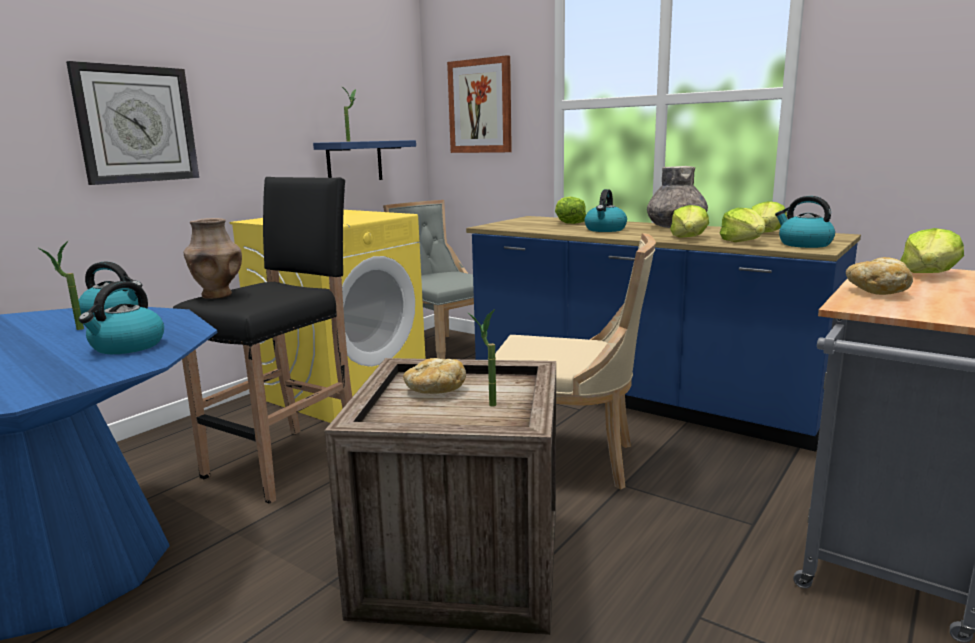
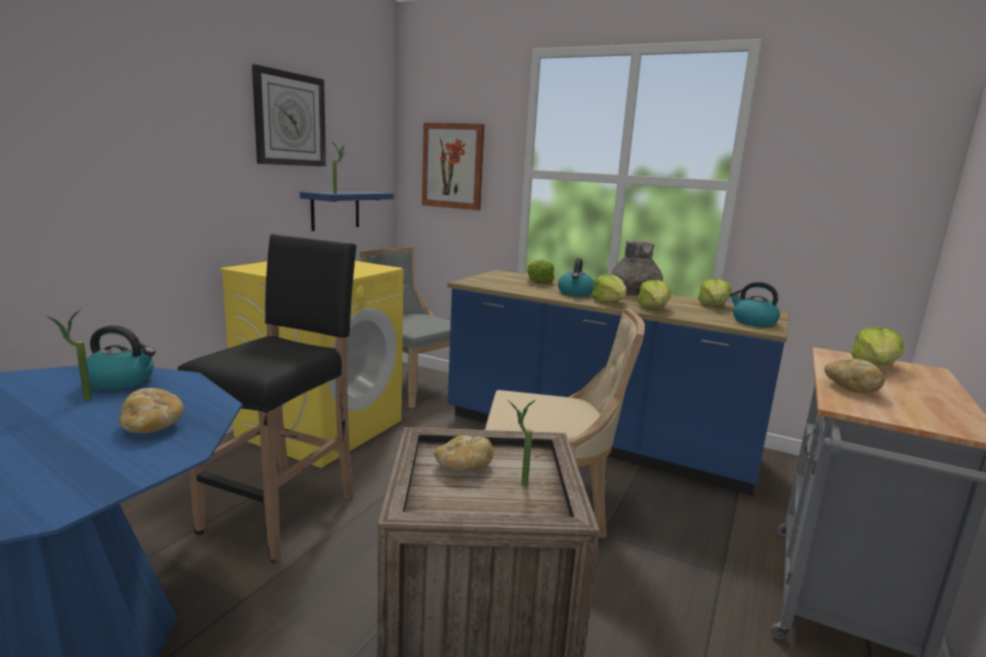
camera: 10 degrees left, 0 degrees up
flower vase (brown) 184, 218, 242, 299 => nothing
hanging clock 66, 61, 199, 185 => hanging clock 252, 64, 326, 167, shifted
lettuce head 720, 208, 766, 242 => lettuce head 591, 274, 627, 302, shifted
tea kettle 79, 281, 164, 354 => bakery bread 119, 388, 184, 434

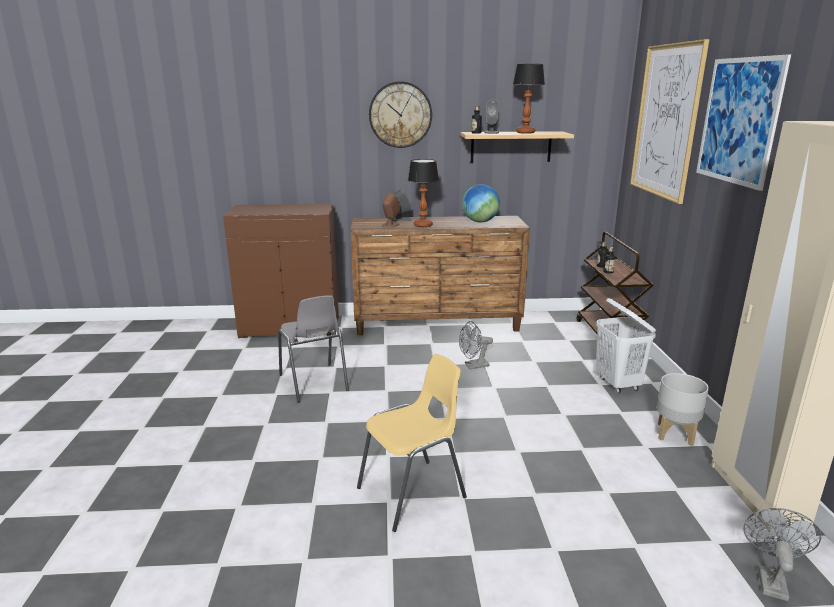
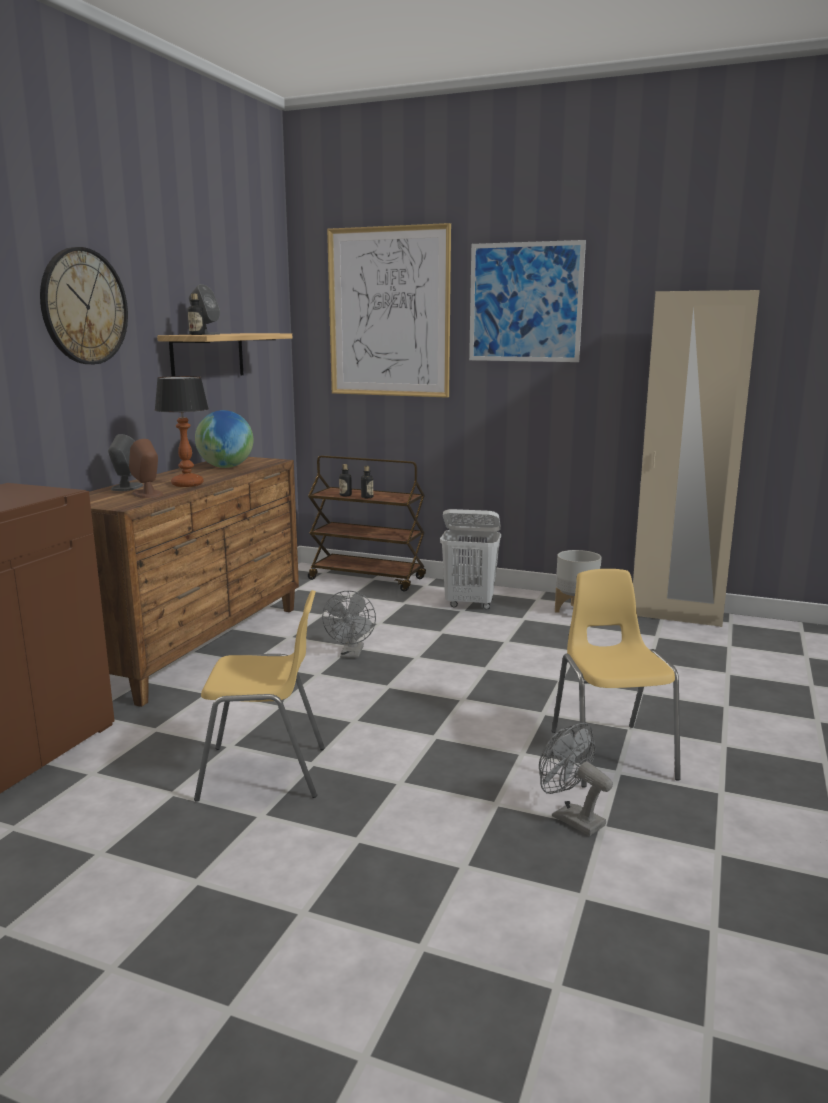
camera: 65 degrees left, 5 degrees down
tabletop lamp 513, 64, 545, 134 => nothing
fan (greyish) 743, 508, 821, 601 => fan (greyish) 539, 723, 613, 836, shifted
upright chair (greyish) 278, 295, 349, 402 => upright chair (yellowish) 194, 590, 325, 802

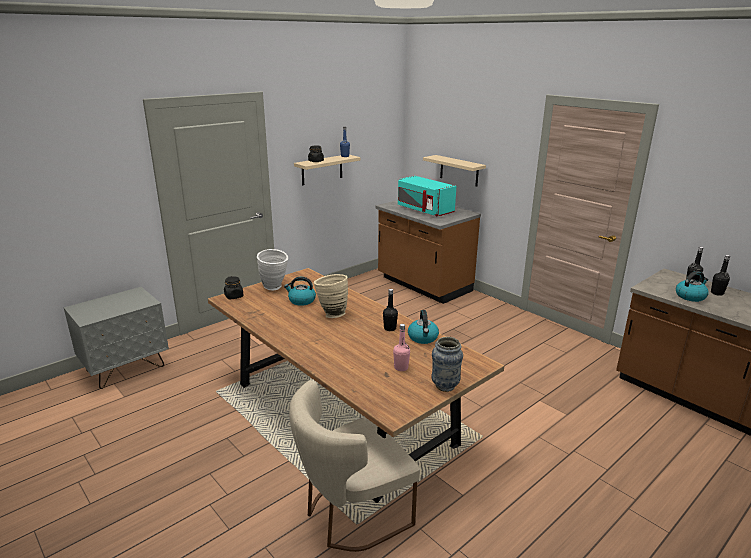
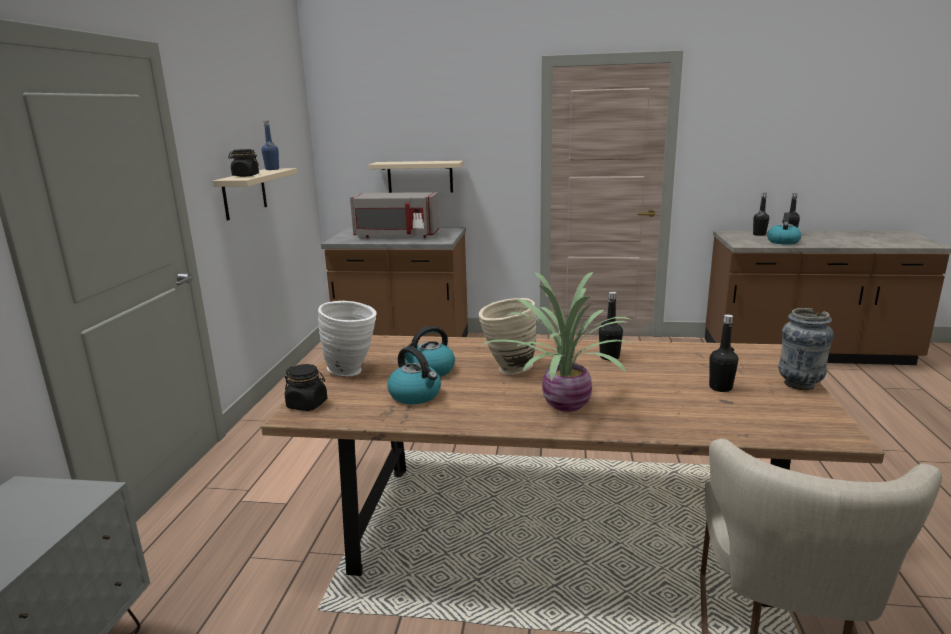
camera: 40 degrees left, 5 degrees down
nothing => plant in a pot 478, 272, 632, 412
tea kettle 408, 310, 439, 344 => tea kettle 387, 347, 441, 404, shifted
drink bottle (pinkish) 393, 324, 410, 371 => drink bottle (blackish) 709, 314, 738, 392
microwave (turquoise) 398, 176, 456, 216 => microwave (greyish) 350, 192, 439, 238

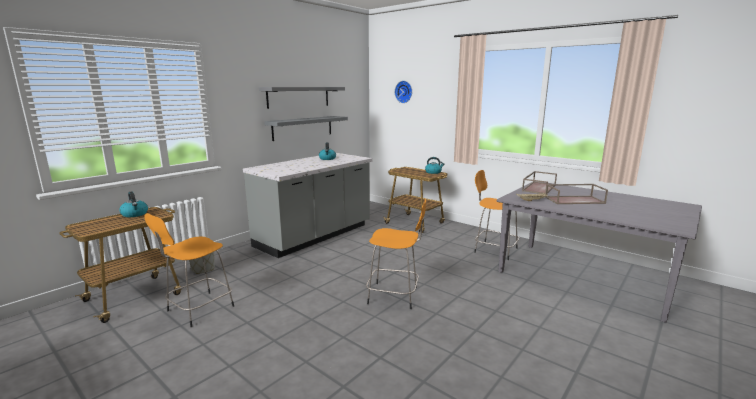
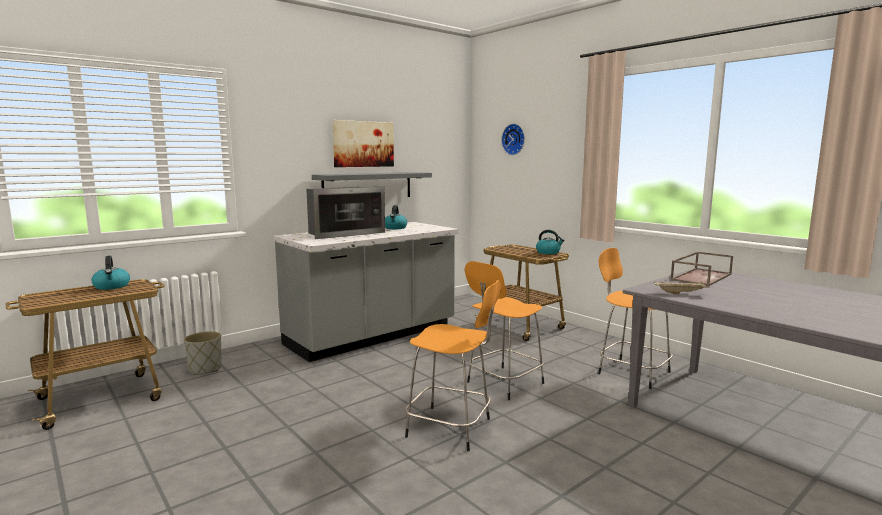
camera: 10 degrees right, 5 degrees down
carrying tray (brown) 545, 184, 608, 204 => nothing
nothing => microwave 306, 187, 385, 239
stool seat (orange) 144, 213, 234, 327 => stool seat (orange) 465, 261, 544, 400, shifted
wall shelf (greyish) 259, 87, 345, 109 => wall art 332, 120, 394, 167

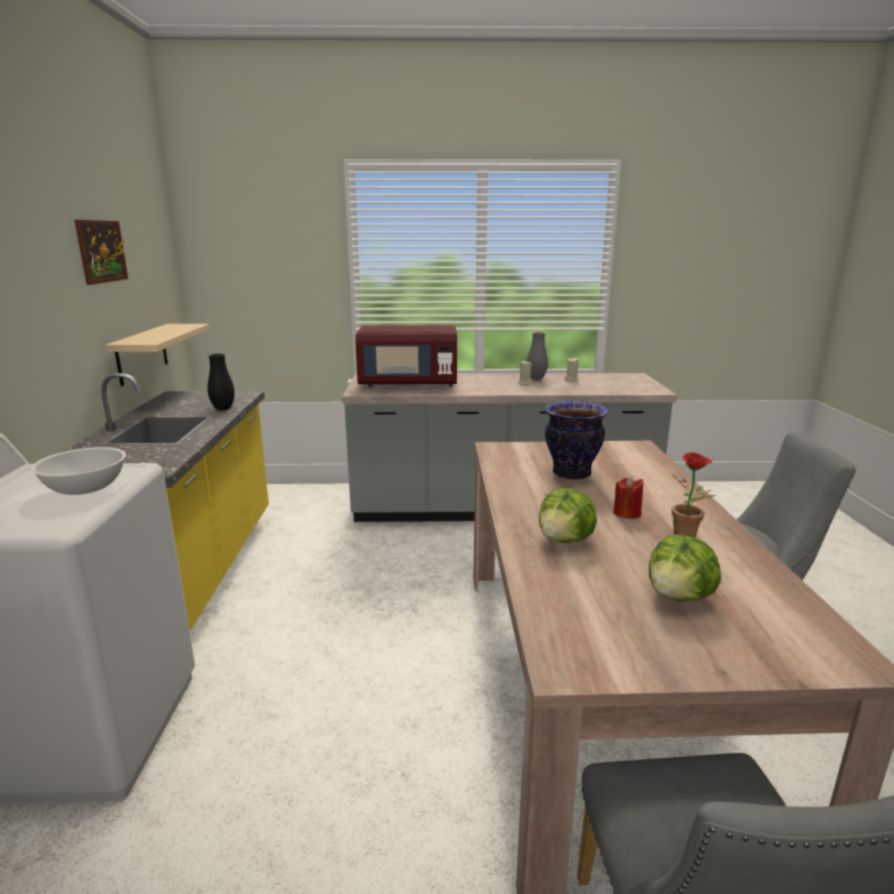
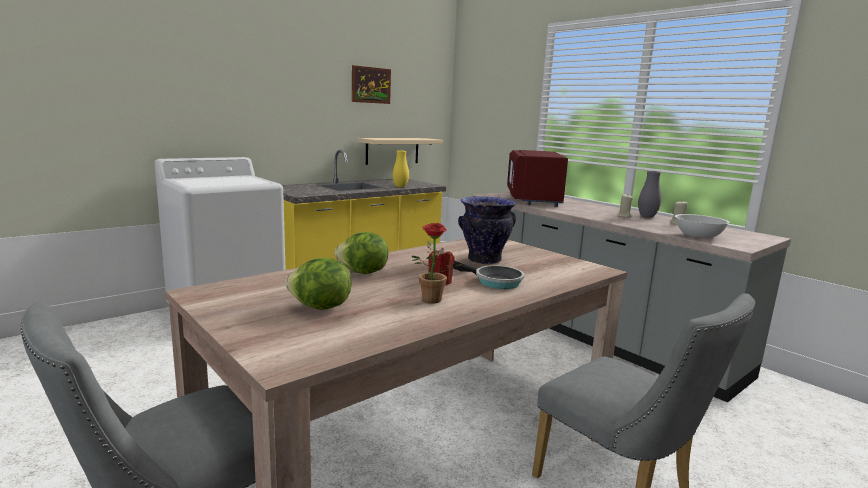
camera: 50 degrees right, 5 degrees down
nothing => pan 453, 261, 524, 289
deep dish (whitish) 31, 447, 126, 495 => deep dish (whitish) 675, 214, 730, 238, shifted
flower vase (blackish) 208, 354, 235, 410 => flower vase (yellowish) 393, 150, 409, 187
microwave (reddish) 355, 325, 457, 387 => microwave (reddish) 507, 150, 568, 207, 45 degrees clockwise

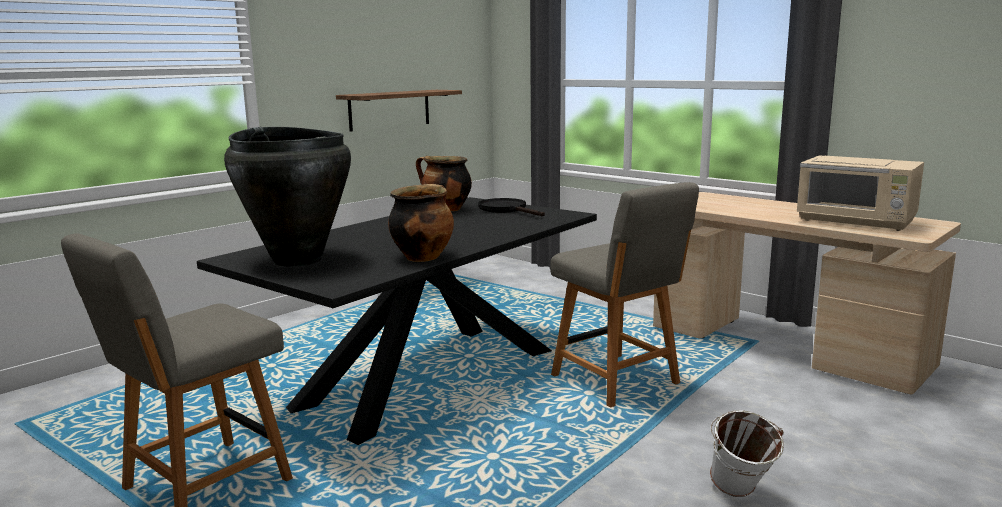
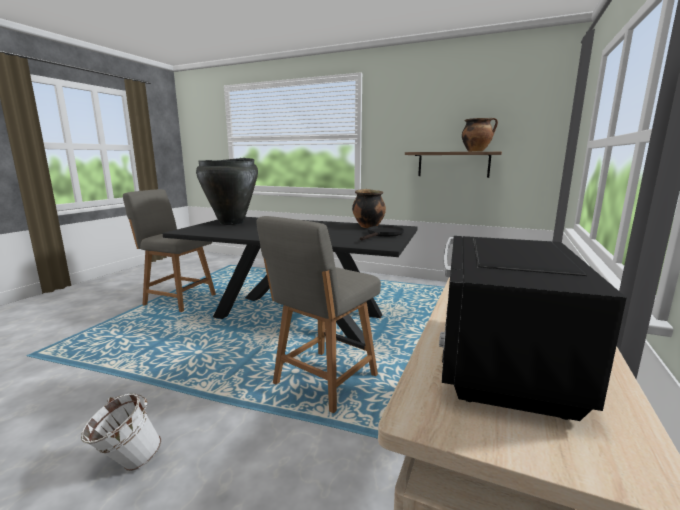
camera: 70 degrees right, 0 degrees up
saucepot 388, 184, 454, 262 => saucepot 462, 118, 498, 152, shifted
microwave (beige) 796, 156, 924, 231 => microwave (blackish) 439, 236, 627, 421

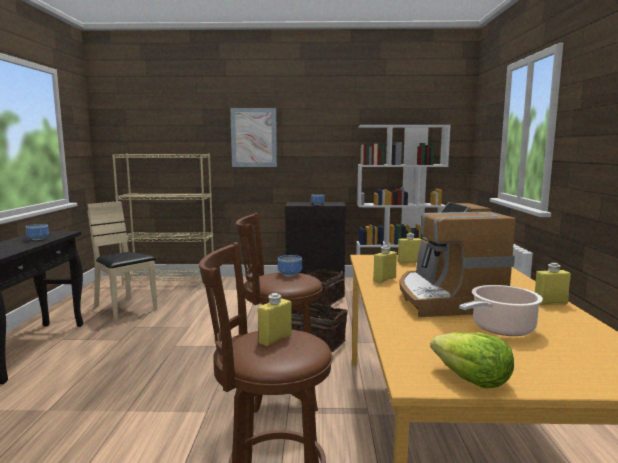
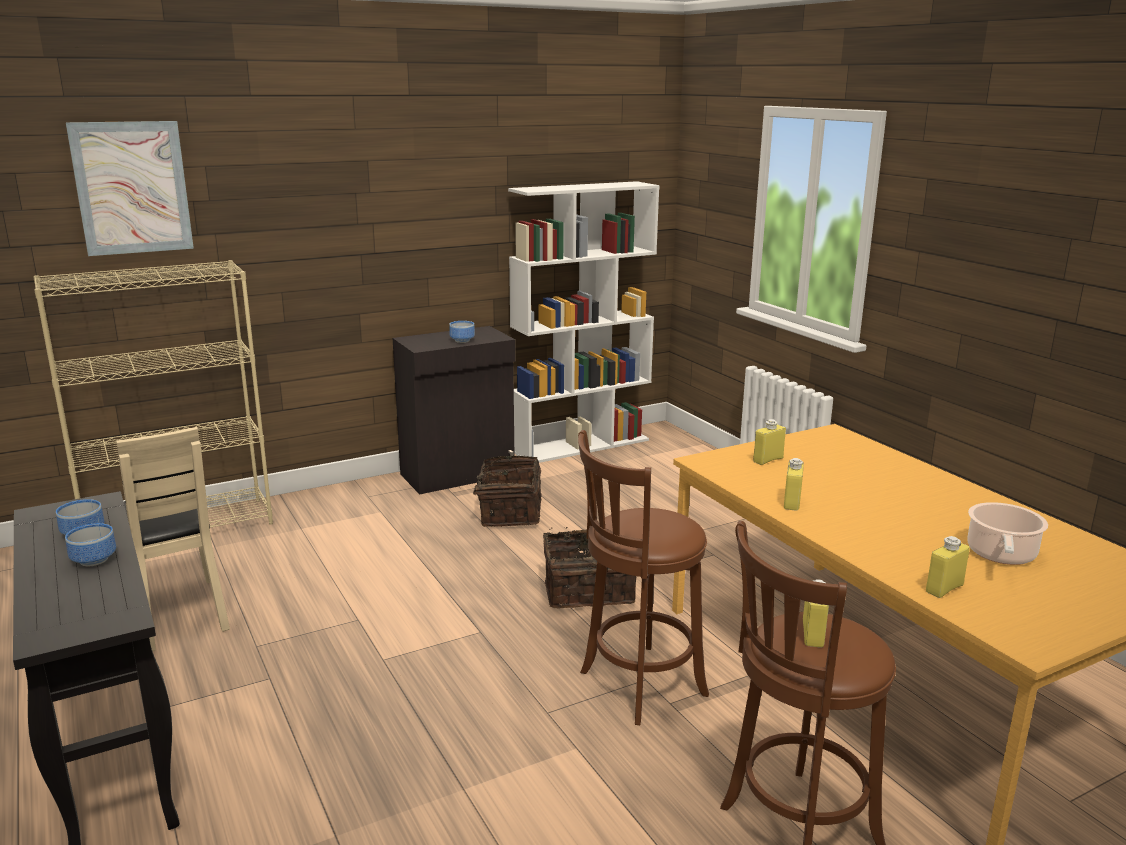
camera: 30 degrees left, 10 degrees up
coffee maker 399, 202, 516, 317 => nothing
lettuce head 430, 333, 514, 388 => nothing
wall art 230, 108, 277, 167 => wall art 66, 121, 194, 256, shifted
deep dish 278, 255, 302, 277 => deep dish 65, 523, 116, 566, shifted
drink bottle (yellowish) 535, 263, 571, 305 => drink bottle (yellowish) 926, 536, 970, 598, shifted
upright chair (beige) 87, 201, 157, 321 => upright chair (beige) 116, 427, 230, 651, 135 degrees counterclockwise

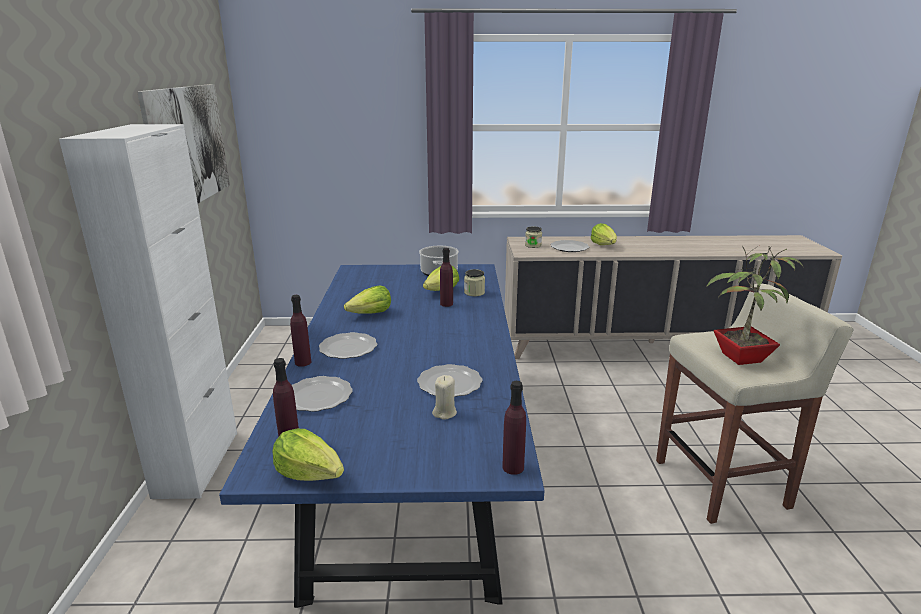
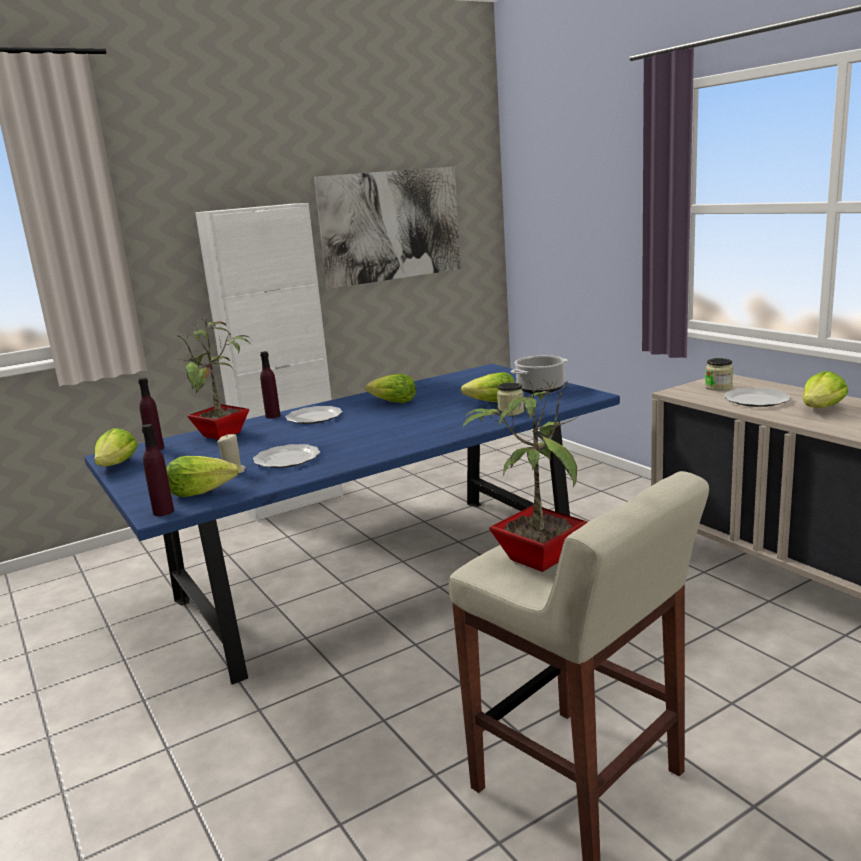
camera: 60 degrees right, 5 degrees down
drink bottle (purple) 440, 248, 453, 307 => nothing
nothing => lettuce head 166, 456, 239, 497
dinner plate 292, 376, 353, 412 => plant in a pot 176, 319, 253, 440

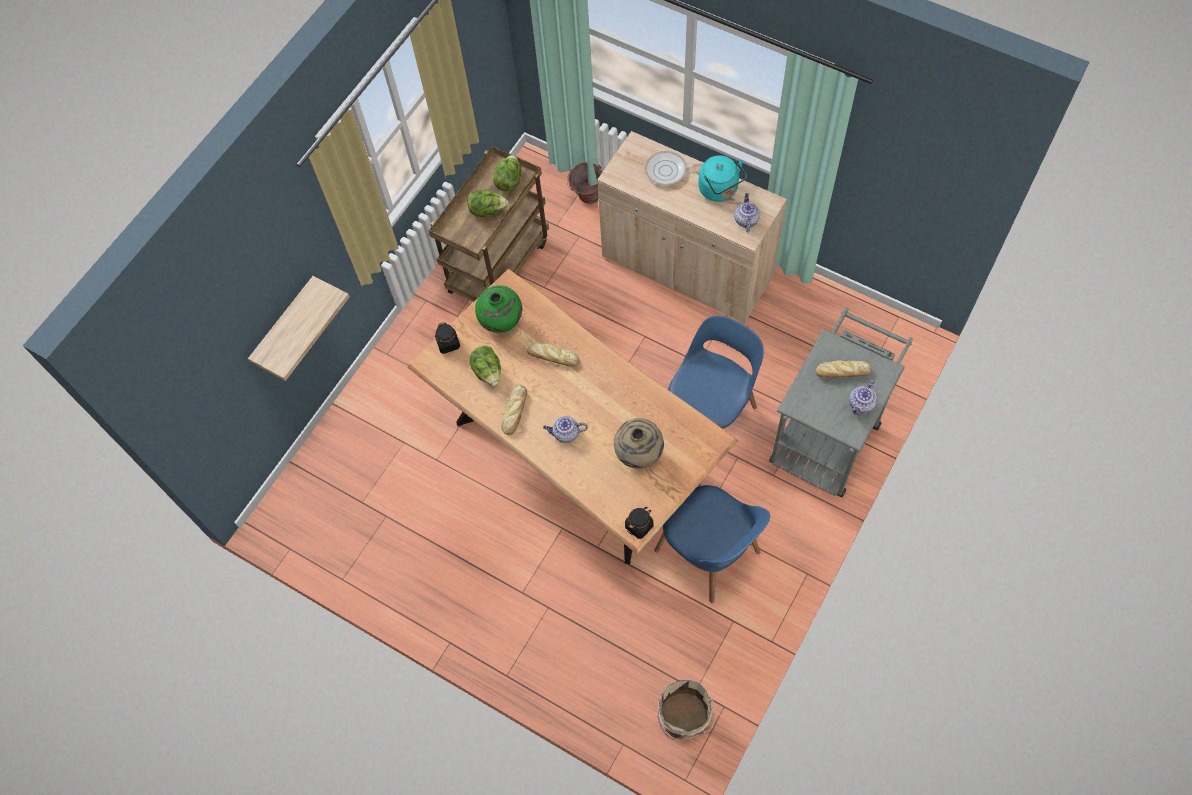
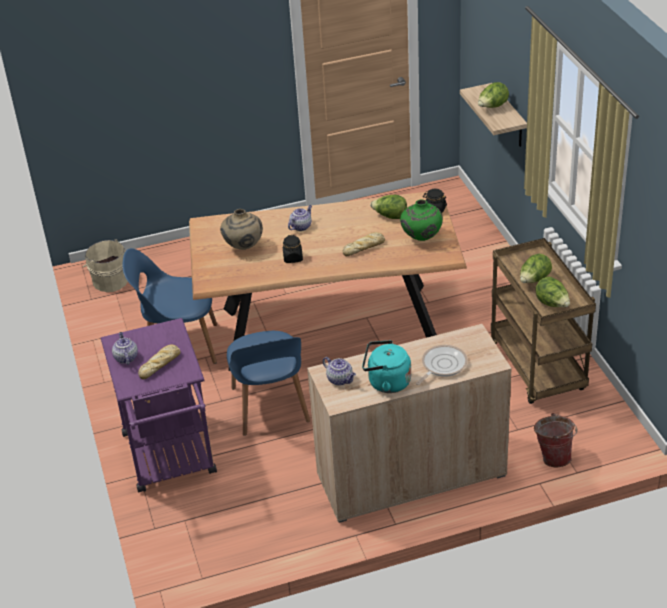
camera: 130 degrees right, 25 degrees down
bakery bread 501, 385, 527, 435 => nothing
nothing => lettuce head 478, 82, 509, 108
preserve jar (blackish) 625, 507, 653, 539 => preserve jar (blackish) 283, 235, 303, 263, shifted
trolley (greyish) 769, 308, 913, 497 => trolley (purple) 101, 318, 217, 492

